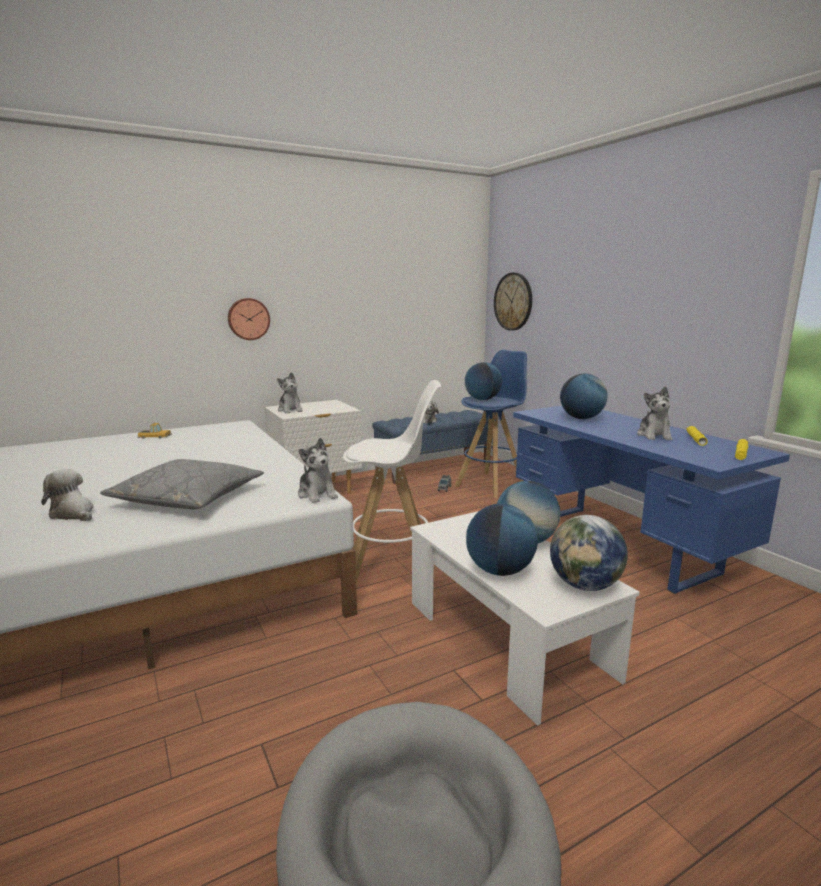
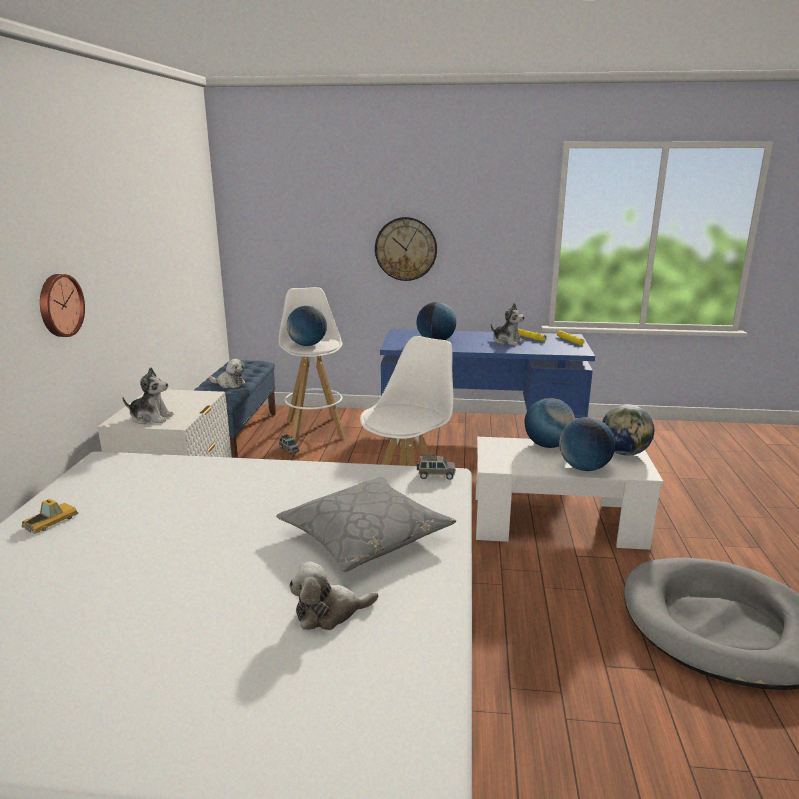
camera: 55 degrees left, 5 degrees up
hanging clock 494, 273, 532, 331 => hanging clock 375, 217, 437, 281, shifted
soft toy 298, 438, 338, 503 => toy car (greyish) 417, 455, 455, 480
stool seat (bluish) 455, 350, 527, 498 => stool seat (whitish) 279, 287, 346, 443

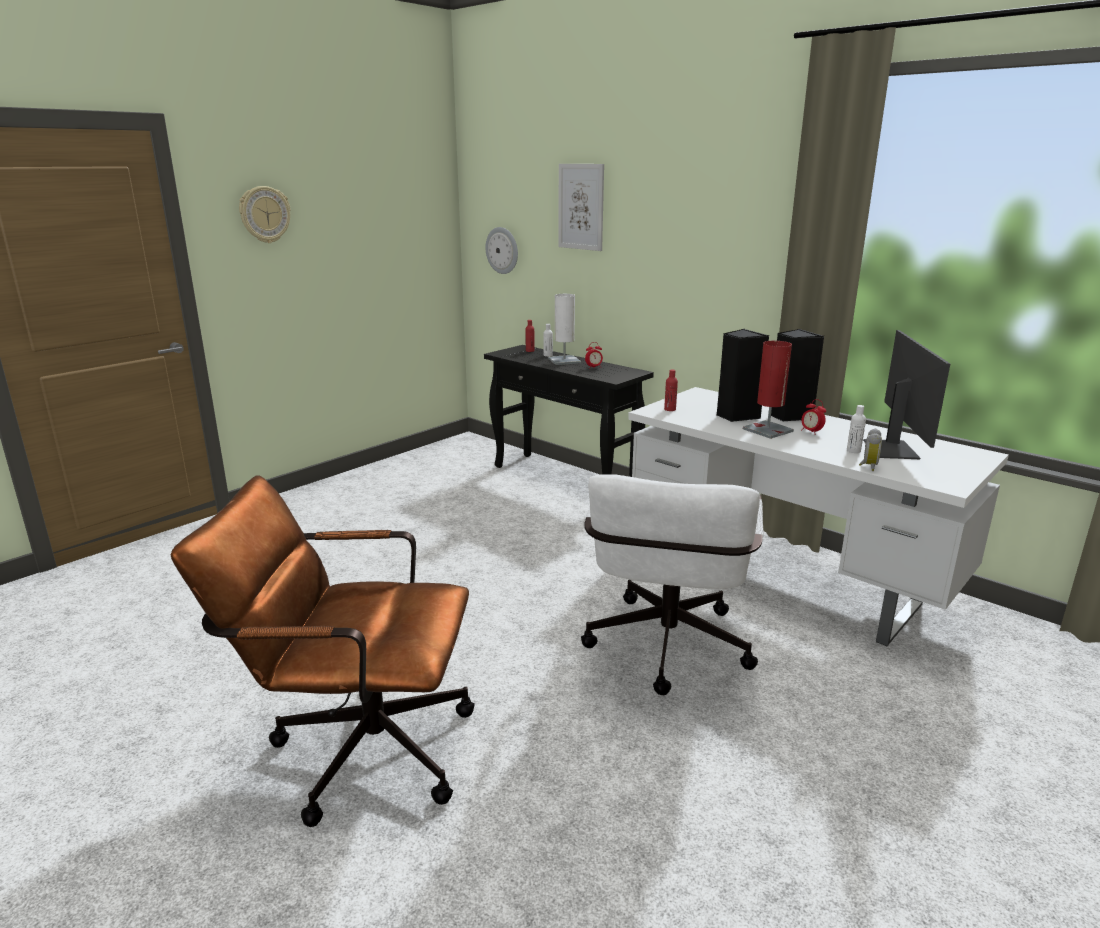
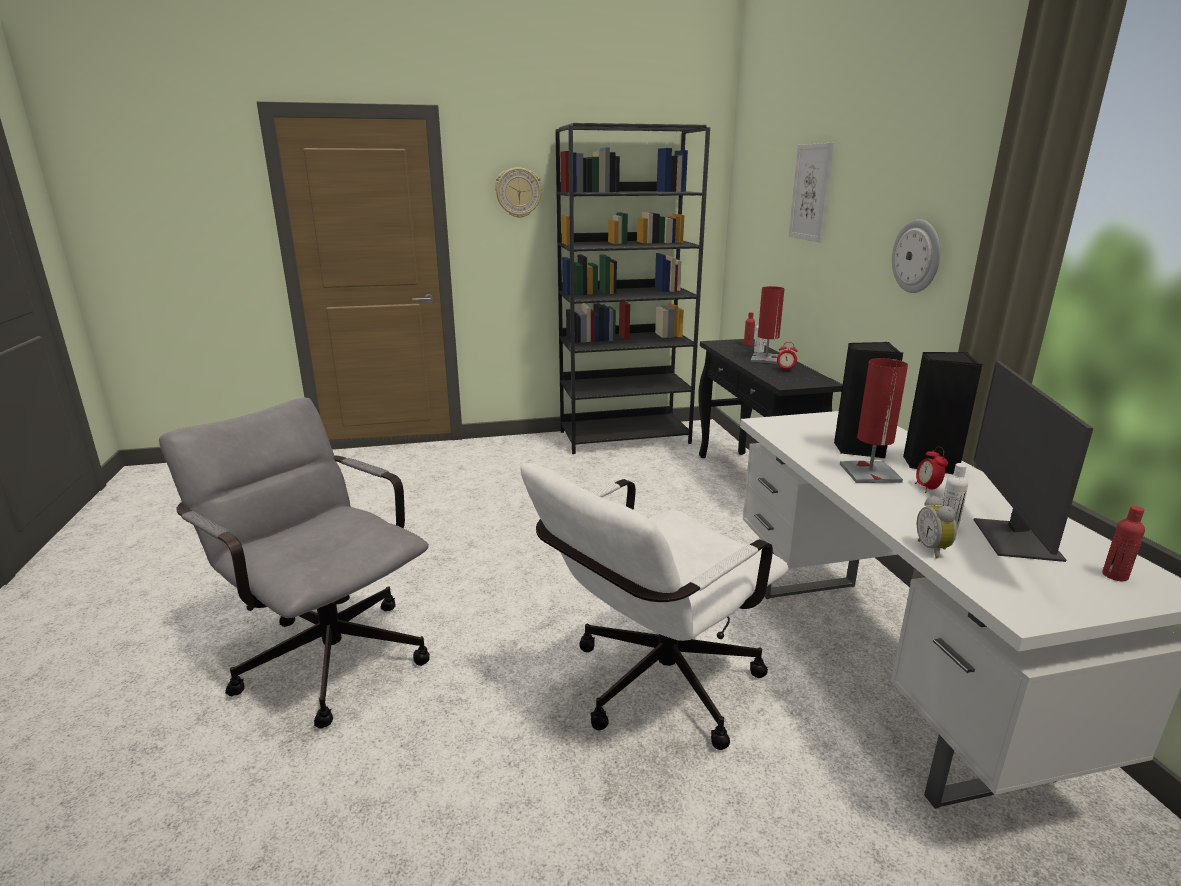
camera: 35 degrees right, 0 degrees up
nothing => shelving unit (blackish) 555, 123, 710, 454
hanging clock 486, 227, 518, 274 => hanging clock 892, 219, 940, 293, shifted
drink bottle (reddish) 664, 369, 678, 411 => drink bottle (reddish) 1102, 506, 1145, 581, shifted
office chair (brown) 171, 475, 475, 827 => office chair (greyish) 159, 398, 430, 729
tabletop lamp (whitish) 548, 294, 581, 365 => tabletop lamp (reddish) 751, 286, 785, 364
bedside clock 859, 428, 882, 471 => bedside clock 917, 495, 957, 559, 120 degrees clockwise
computer screen 863, 330, 950, 459 => computer screen 974, 361, 1094, 562, 150 degrees clockwise

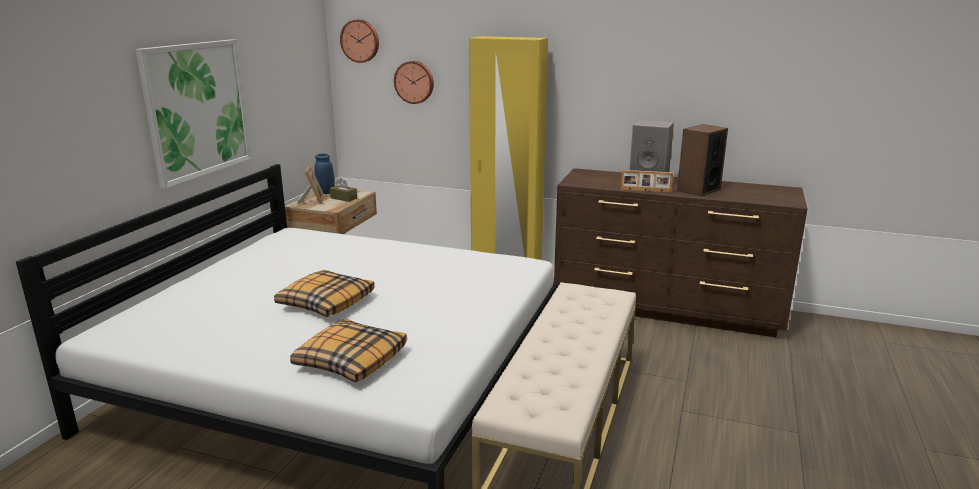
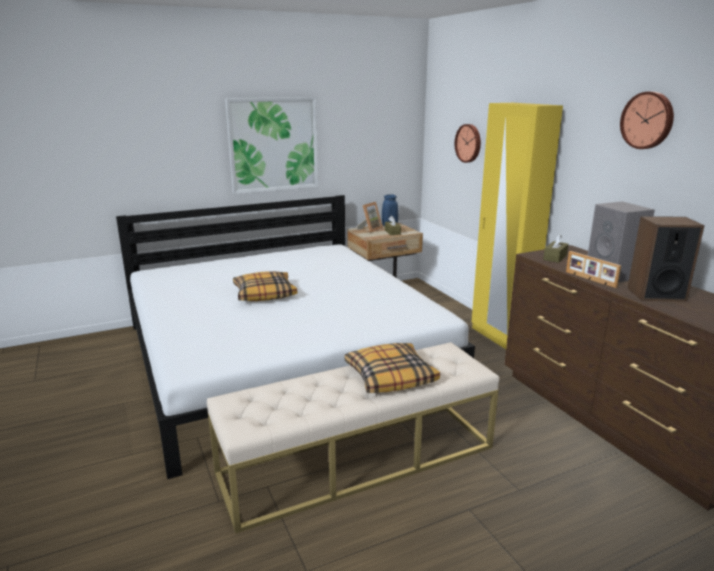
camera: 45 degrees right, 0 degrees up
nothing => tissue box (brown) 543, 234, 569, 263
throw pillow 290, 319, 407, 383 => throw pillow 345, 343, 440, 393, shifted
hanging clock 340, 19, 379, 63 => hanging clock 620, 92, 674, 149, shifted

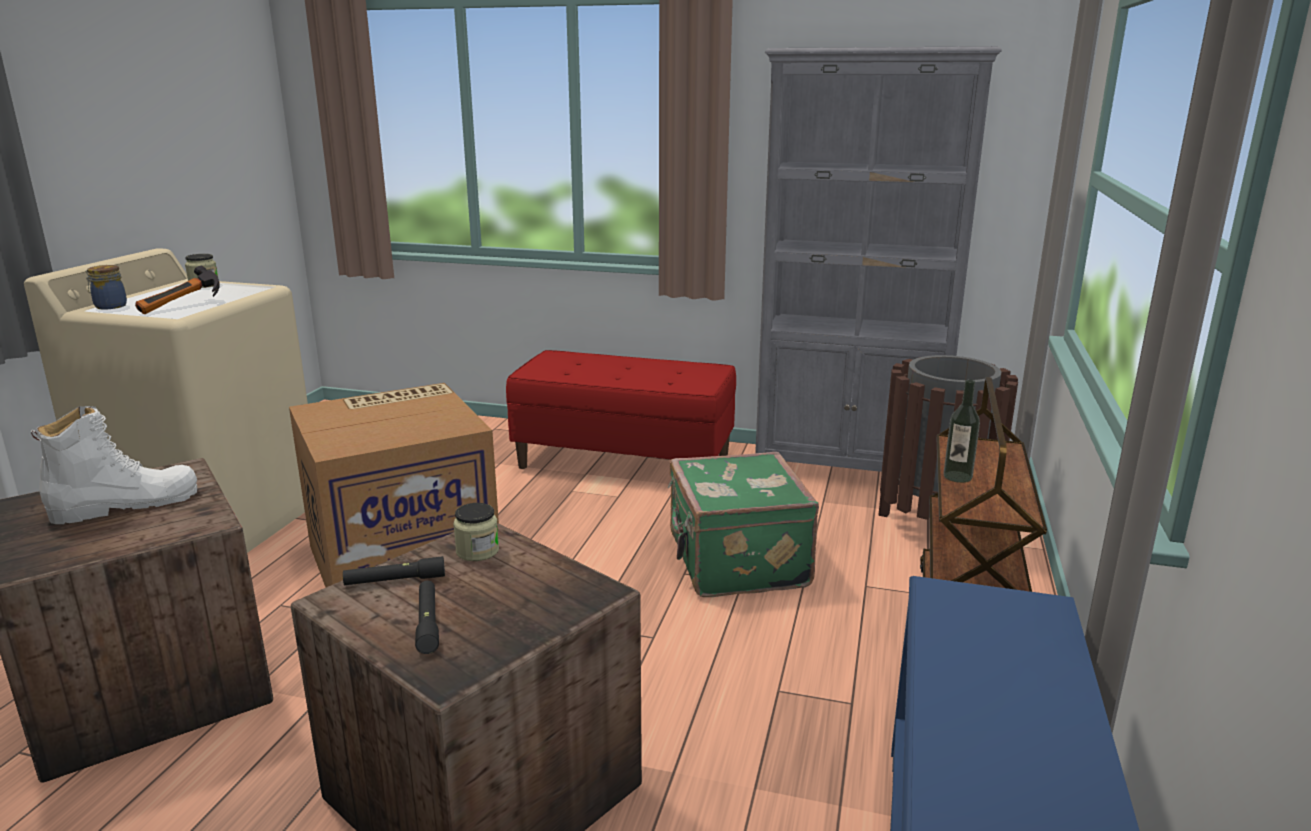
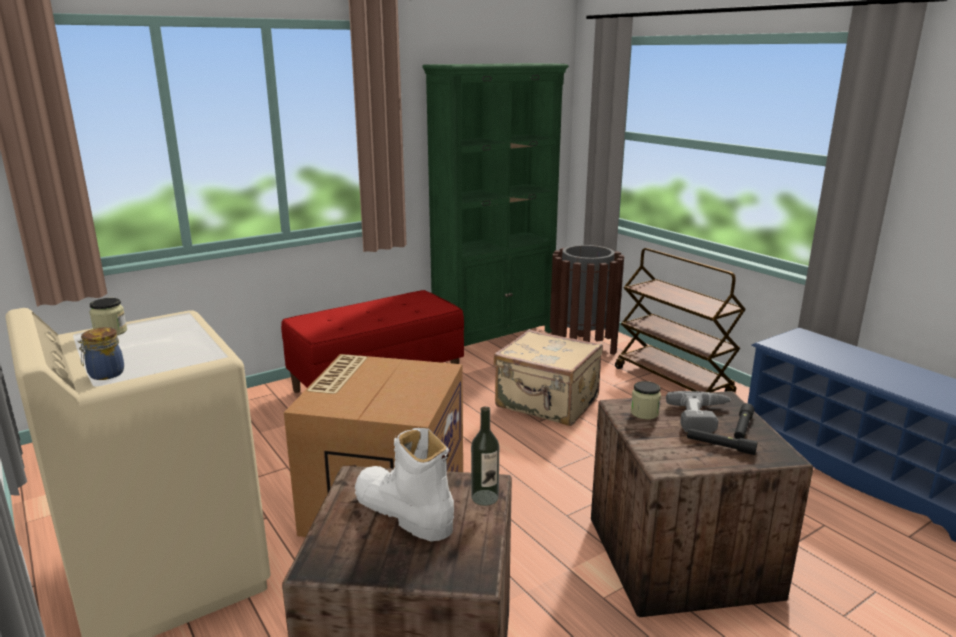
camera: 50 degrees left, 0 degrees up
hand hammer 135, 266, 220, 314 => nothing
nothing => electric drill 666, 391, 731, 433
torch (blackish) 343, 556, 445, 585 => torch (blackish) 734, 403, 754, 439, shifted
drink bottle 943, 379, 980, 483 => drink bottle 471, 407, 499, 506, shifted
suitcase (greenish) 668, 452, 819, 597 => suitcase (beige) 493, 329, 603, 426
shelving unit (greyish) 755, 46, 1002, 472 => shelving unit (greenish) 422, 63, 569, 346
tall boot (whitish) 31, 406, 197, 524 => tall boot (whitish) 355, 428, 454, 541, 60 degrees counterclockwise

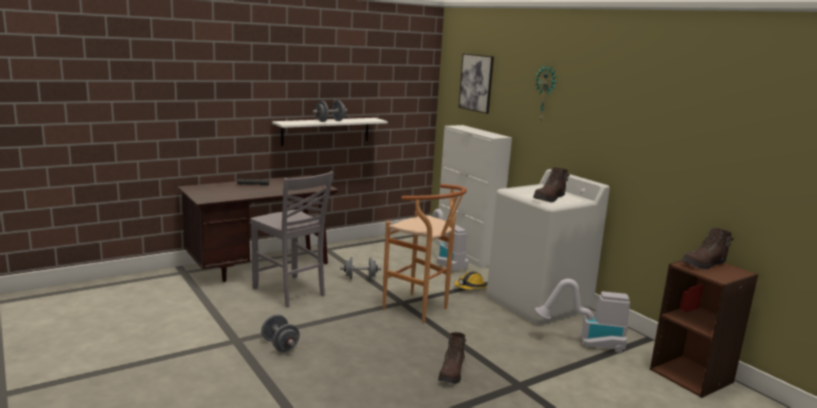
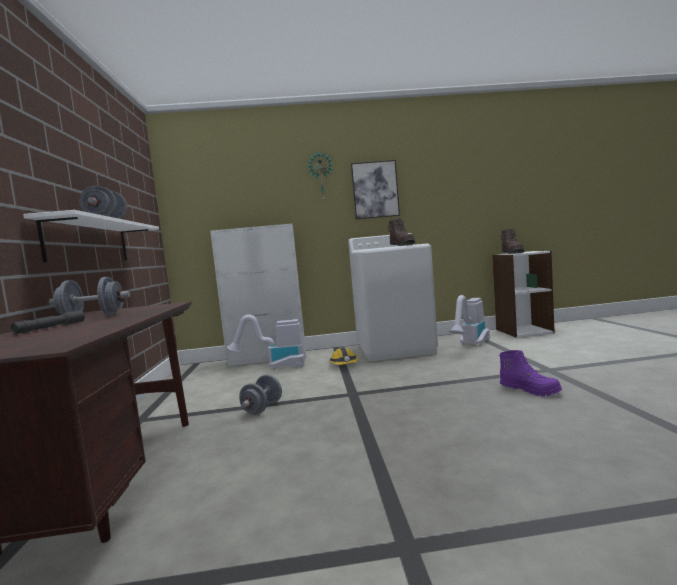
camera: 60 degrees left, 10 degrees down
upright chair (greyish) 250, 171, 334, 308 => nothing
stool seat (brown) 383, 184, 467, 323 => nothing
free weight (greyish) 261, 314, 300, 352 => free weight (greyish) 49, 277, 130, 316, shifted
wall art 458, 53, 494, 114 => wall art 351, 160, 400, 219, shifted
tall boot (brown) 438, 332, 467, 384 => tall boot (purple) 499, 350, 562, 396
shelving unit (brown) 650, 261, 758, 398 => shelving unit (whitish) 492, 251, 555, 337

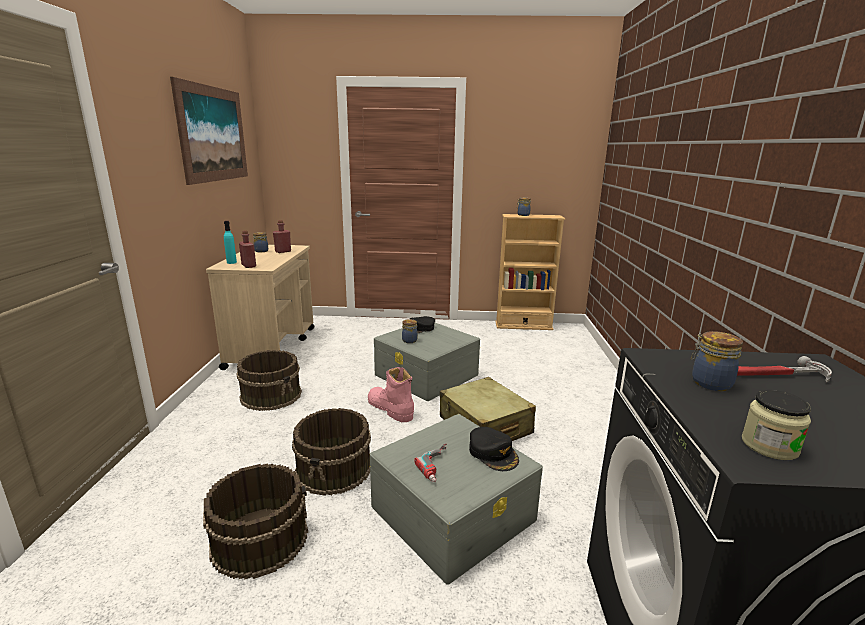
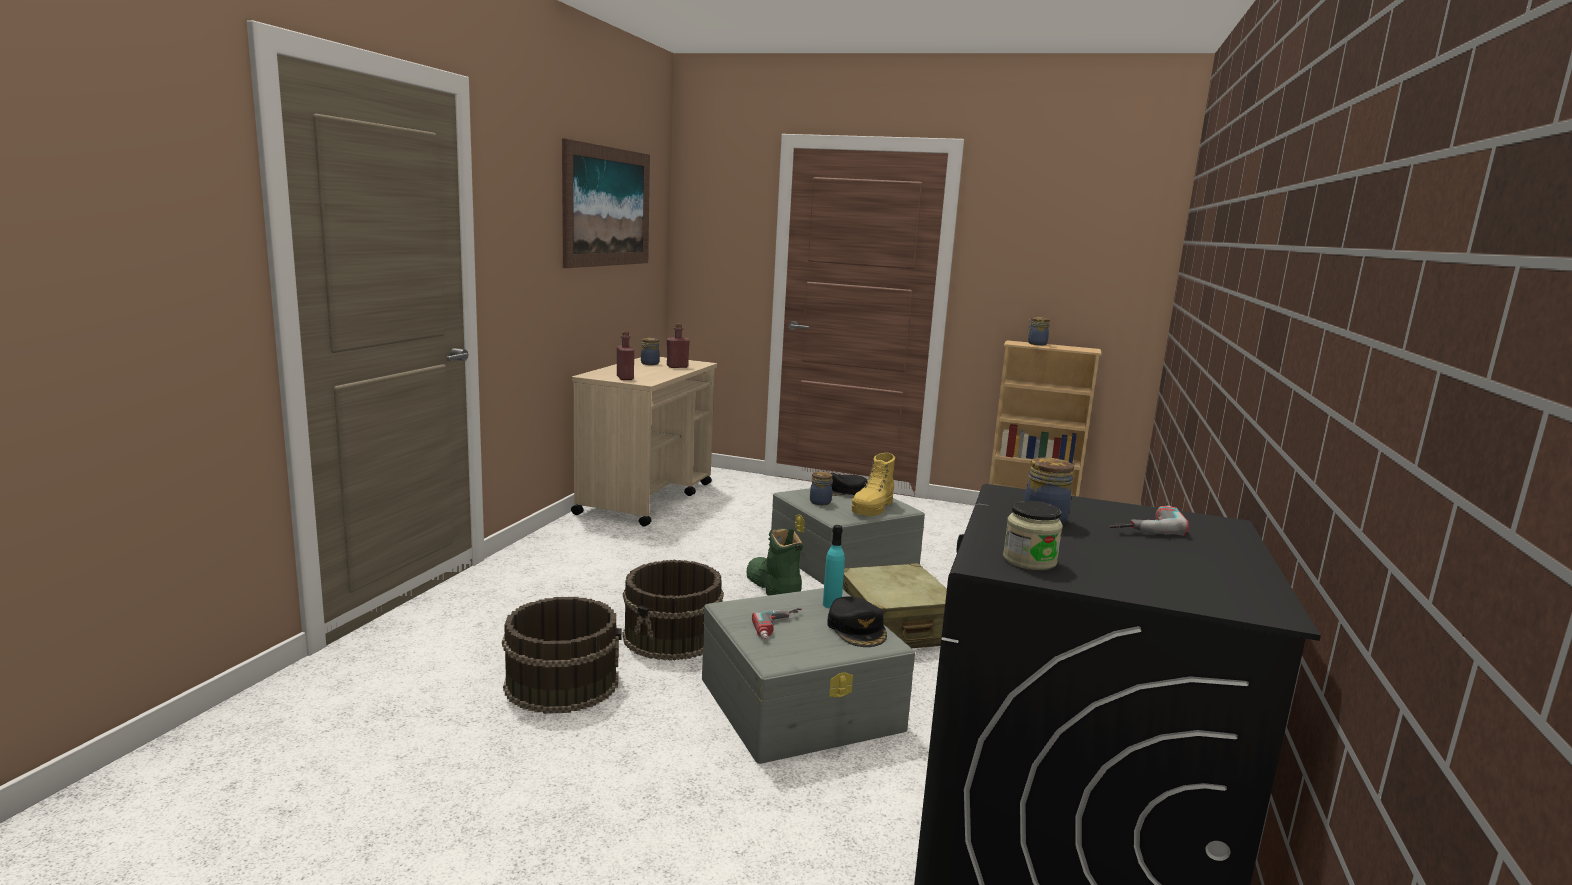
camera: 15 degrees right, 5 degrees down
bucket (brown) 236, 350, 302, 411 => nothing
nothing => tall boot (yellowish) 852, 453, 895, 516
drink bottle (turquoise) 224, 221, 237, 264 => drink bottle (turquoise) 823, 525, 845, 609, shifted
hand hammer 737, 356, 832, 382 => electric drill 1110, 505, 1189, 536
tall boot (pinkish) 368, 367, 414, 422 => tall boot (greenish) 746, 528, 803, 596

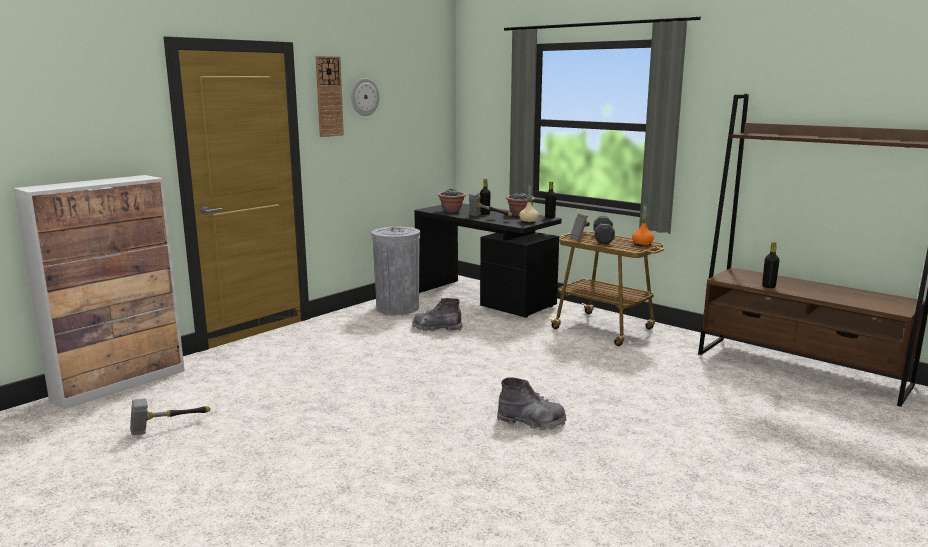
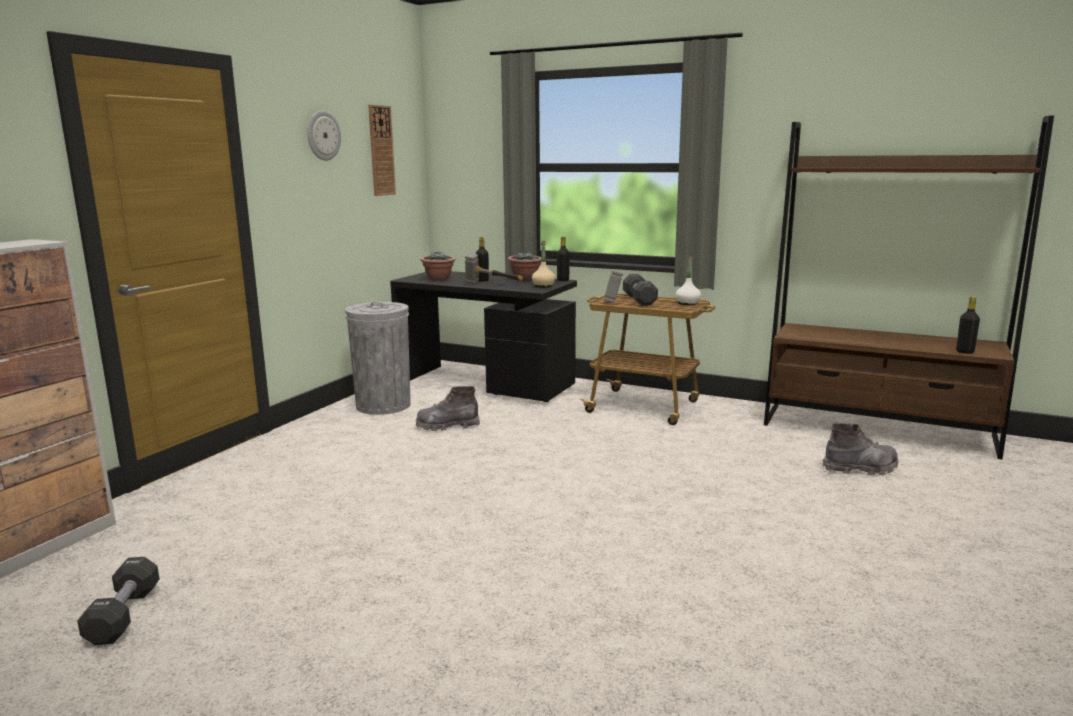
camera: 15 degrees left, 0 degrees up
hanging clock 315, 56, 344, 137 => hanging clock 368, 105, 396, 196, shifted
tall boot (greyish) 497, 377, 567, 430 => tall boot (greyish) 823, 423, 899, 475, shifted
drink bottle (blackish) 762, 242, 780, 288 => drink bottle (blackish) 956, 297, 980, 354, shifted
hand hammer 130, 398, 211, 435 => free weight (blackish) 77, 557, 159, 645
drink bottle (orange) 632, 204, 654, 246 => drink bottle (whitish) 675, 256, 701, 305

